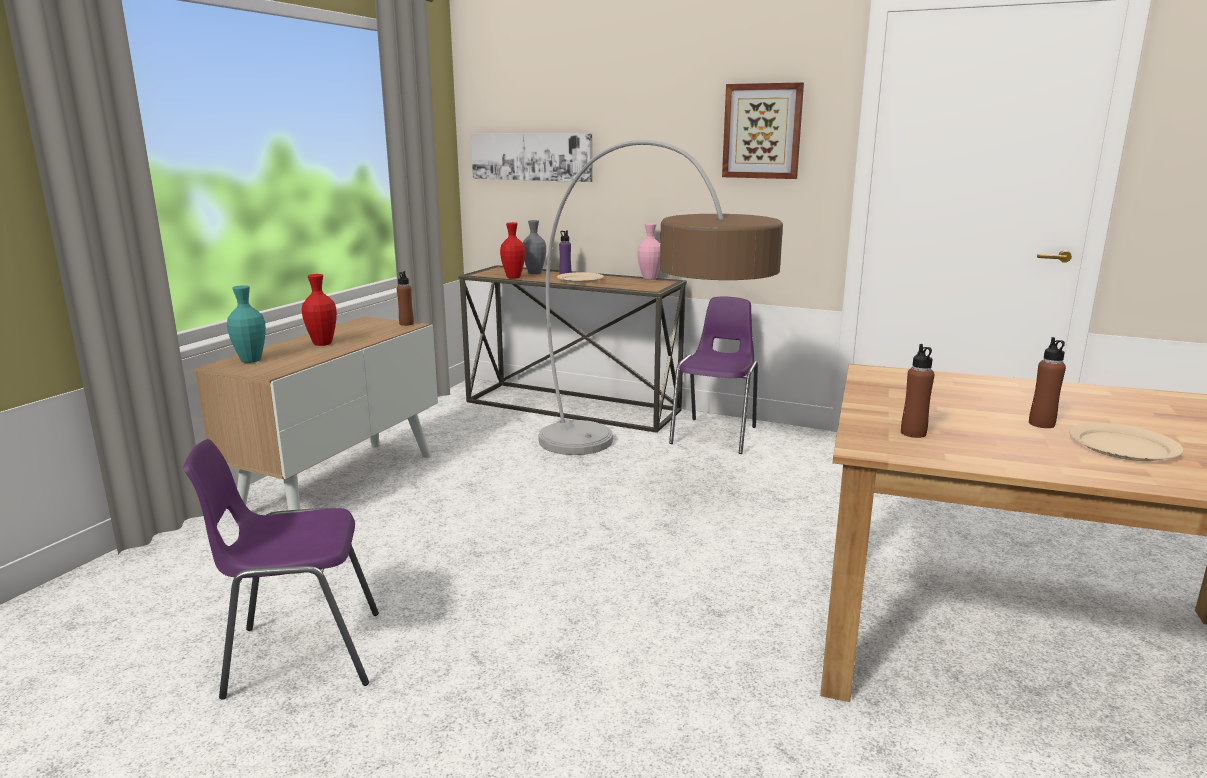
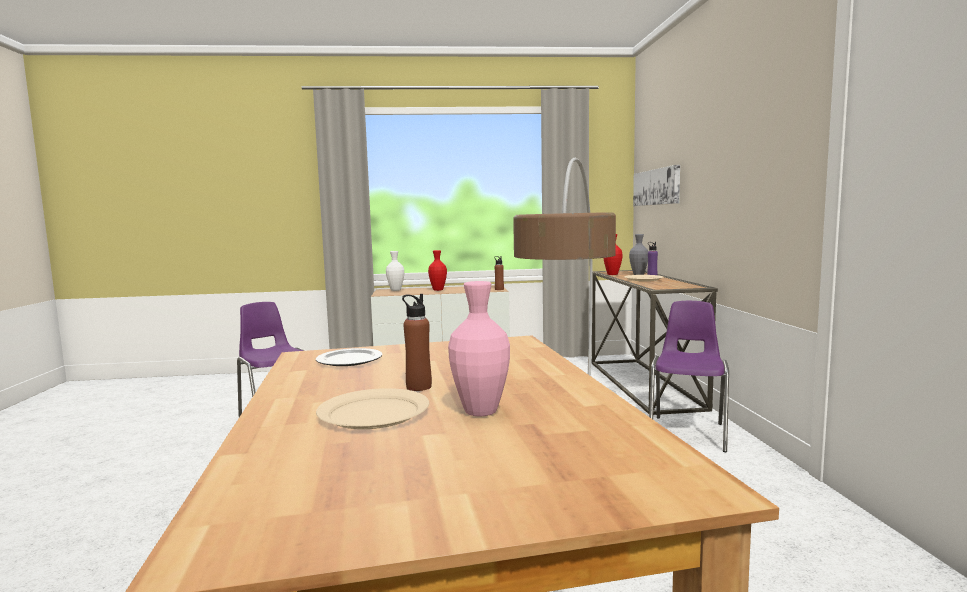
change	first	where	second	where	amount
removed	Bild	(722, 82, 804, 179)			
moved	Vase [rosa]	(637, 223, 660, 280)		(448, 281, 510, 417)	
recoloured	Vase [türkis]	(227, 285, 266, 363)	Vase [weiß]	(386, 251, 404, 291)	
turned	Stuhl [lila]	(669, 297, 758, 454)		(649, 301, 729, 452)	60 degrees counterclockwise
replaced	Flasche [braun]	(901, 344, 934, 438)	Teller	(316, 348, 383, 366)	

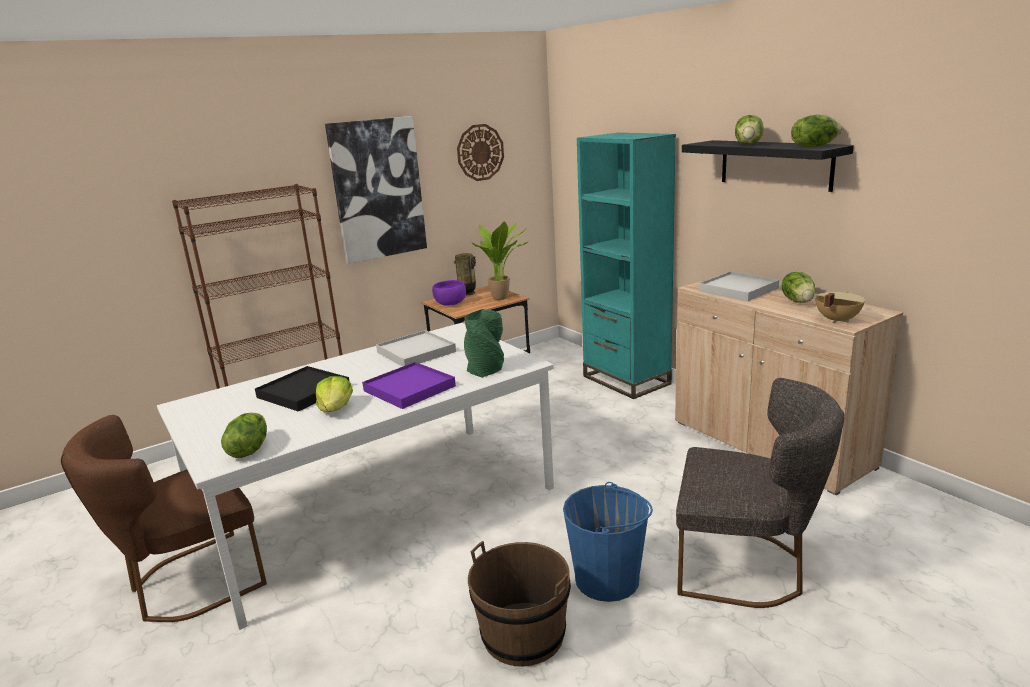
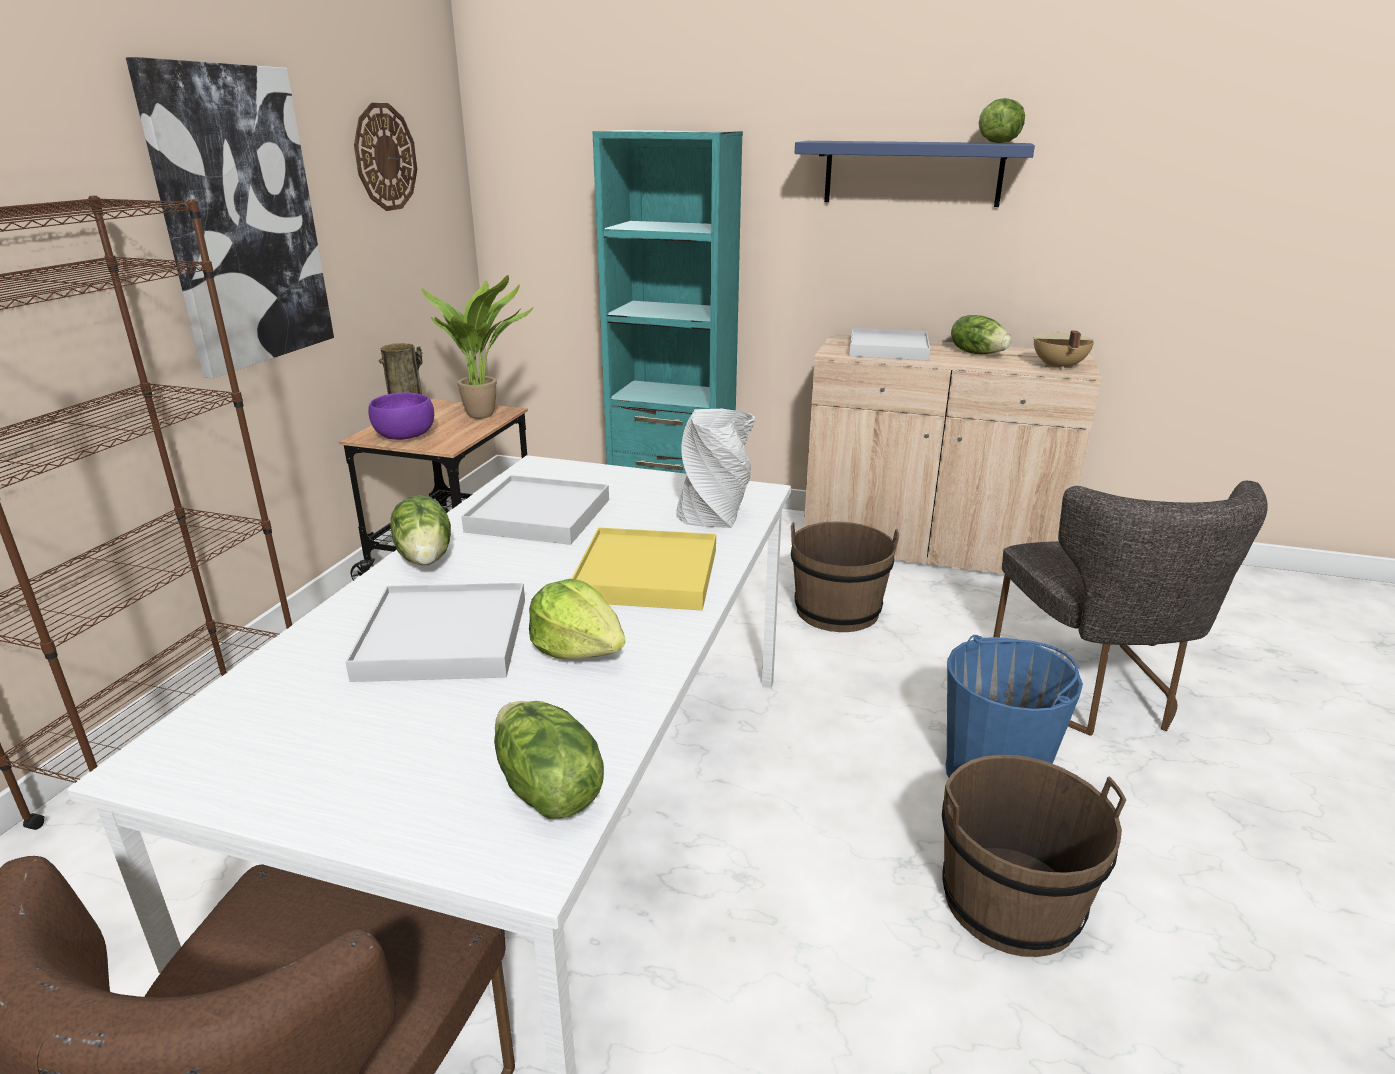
change	first	where	second	where	amount
moved	Salatkopf	(735, 115, 764, 145)		(391, 495, 451, 565)	
recoloured	Wandregal [schwarz]	(682, 140, 854, 192)	Wandregal [blau]	(795, 141, 1035, 207)	
recoloured	Vase [grün]	(464, 309, 504, 378)	Vase [grau]	(676, 409, 755, 528)	
recoloured	Tablett [lila]	(362, 362, 456, 409)	Tablett [gelb]	(572, 528, 716, 610)	
recoloured	Tablett [schwarz]	(255, 366, 350, 412)	Tablett [weiß]	(345, 583, 525, 682)	
turned	Stuhl [grau]	(676, 378, 844, 608)		(993, 481, 1268, 736)	105 degrees clockwise
added			Eimer [braun]	(791, 522, 899, 632)	

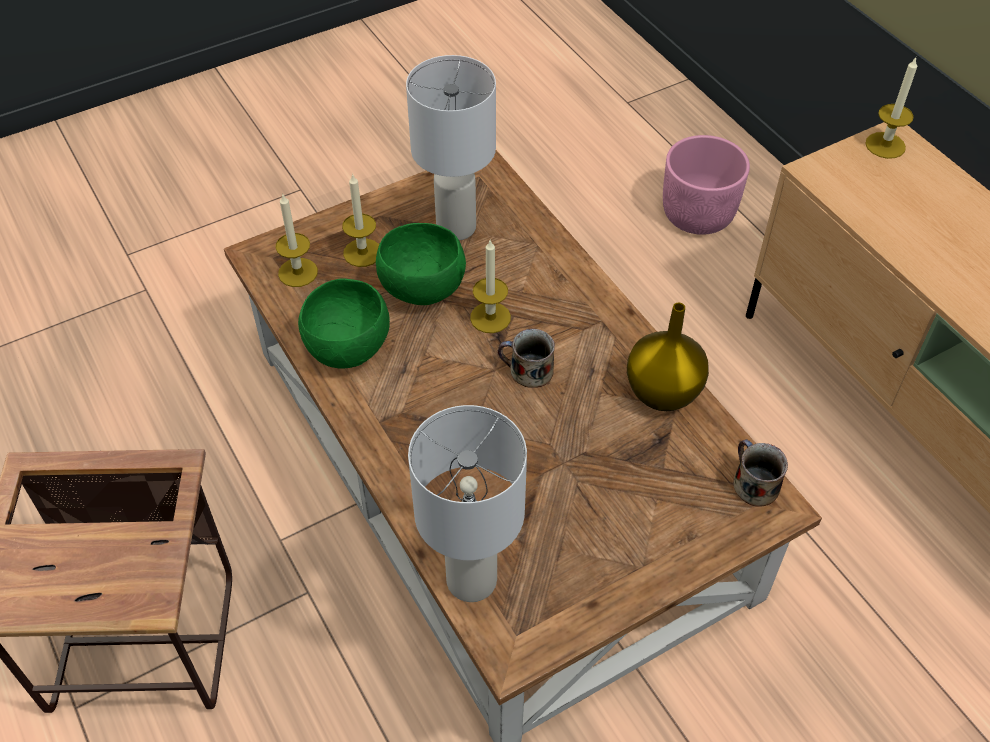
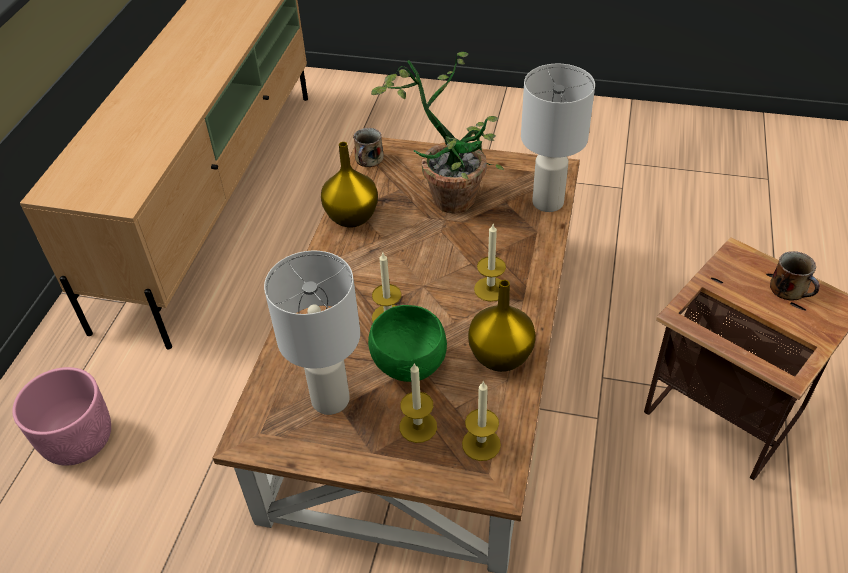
change	first	where	second	where	amount
moved	Kerze	(865, 57, 917, 159)		(474, 224, 506, 302)	
replaced	Schüssel [grün]	(298, 278, 390, 369)	Vase [gelb]	(468, 280, 536, 372)	
moved	Henkelbecher	(498, 328, 555, 388)		(770, 251, 820, 301)	
added			Topfpflanze	(371, 52, 504, 214)	

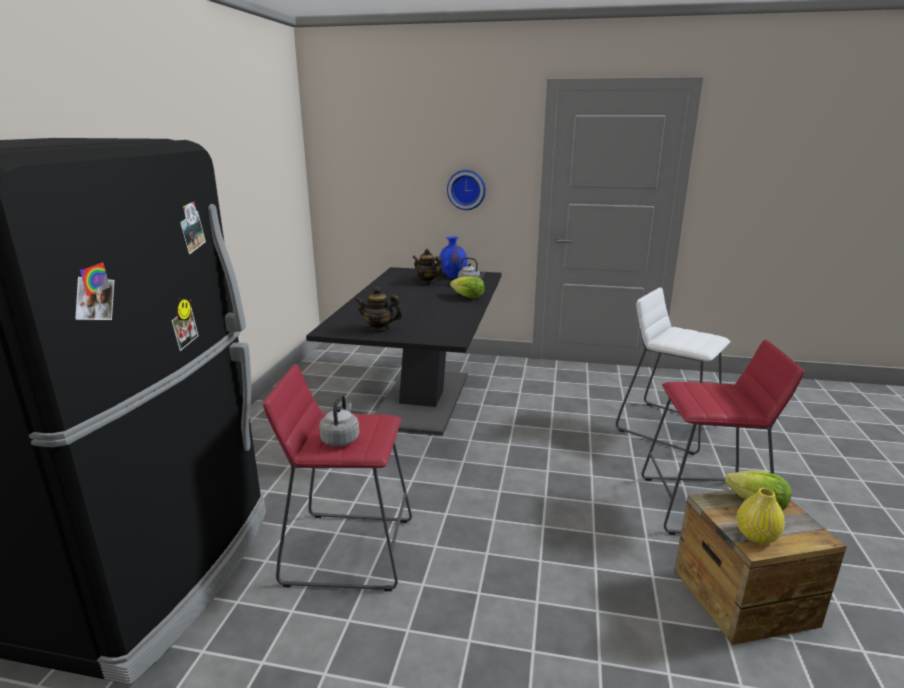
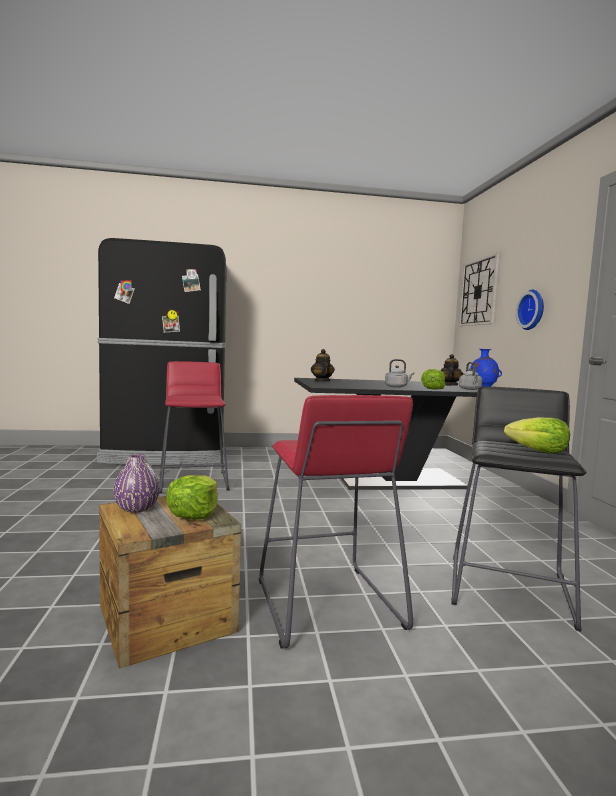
change	first	where	second	where	amount
recoloured	Hocker [weiß]	(616, 287, 731, 455)	Hocker [schwarz]	(451, 387, 586, 632)	
moved	Wasserkessel [grau]	(319, 394, 359, 446)		(385, 359, 414, 388)	
recoloured	Vase [gelb]	(737, 488, 785, 544)	Vase [lila]	(113, 454, 160, 513)	
added			Wanduhr	(459, 253, 500, 326)	
added			Salatkopf	(504, 417, 570, 454)	

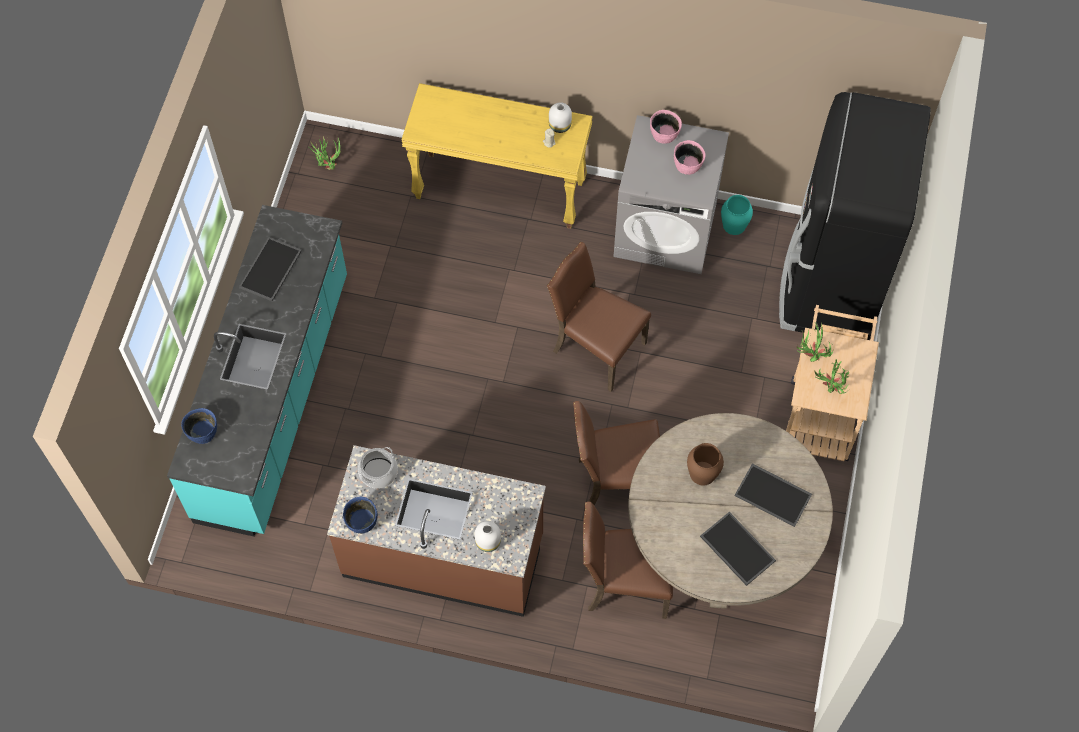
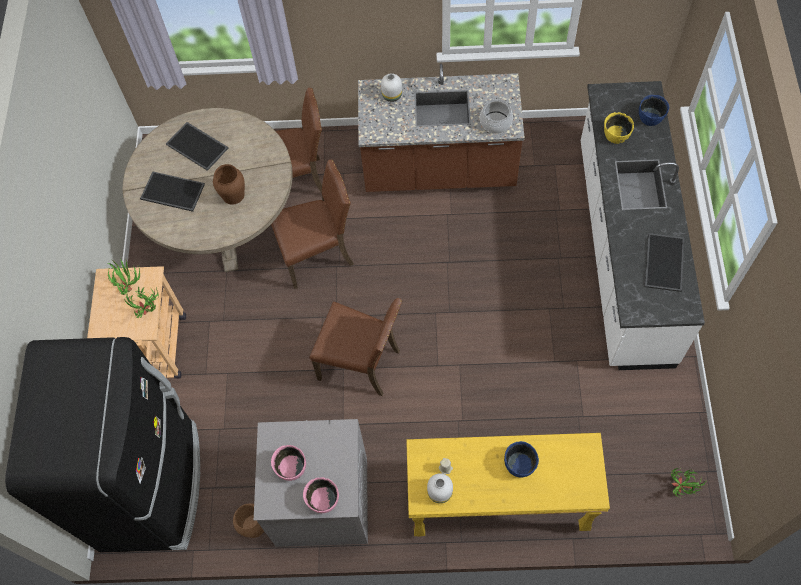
change	first	where	second	where	amount
recoloured	Vase [türkis]	(721, 195, 753, 235)	Vase [braun]	(233, 503, 264, 538)	
recoloured	Küchenzeile [türkis]	(167, 205, 347, 536)	Küchenzeile [weiß]	(581, 81, 705, 370)	
moved	Schüssel [blau]	(343, 497, 378, 534)		(504, 441, 539, 478)	
added			Schüssel [gelb]	(604, 112, 634, 144)	

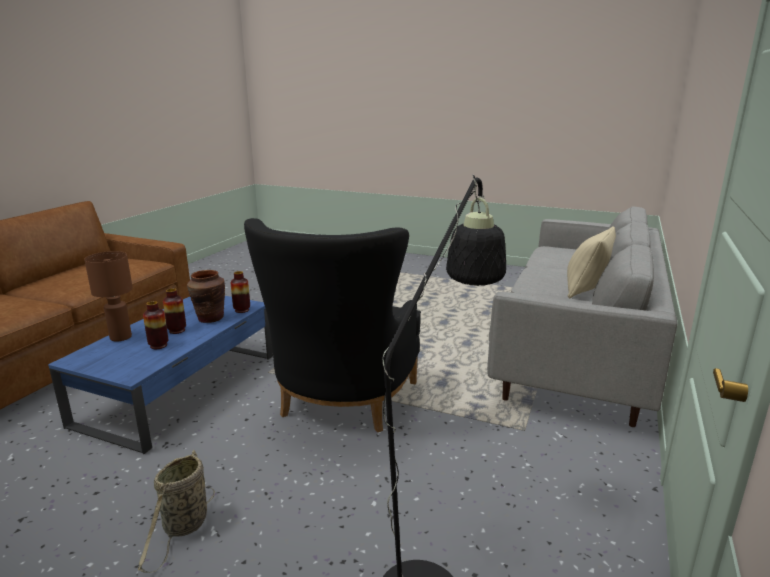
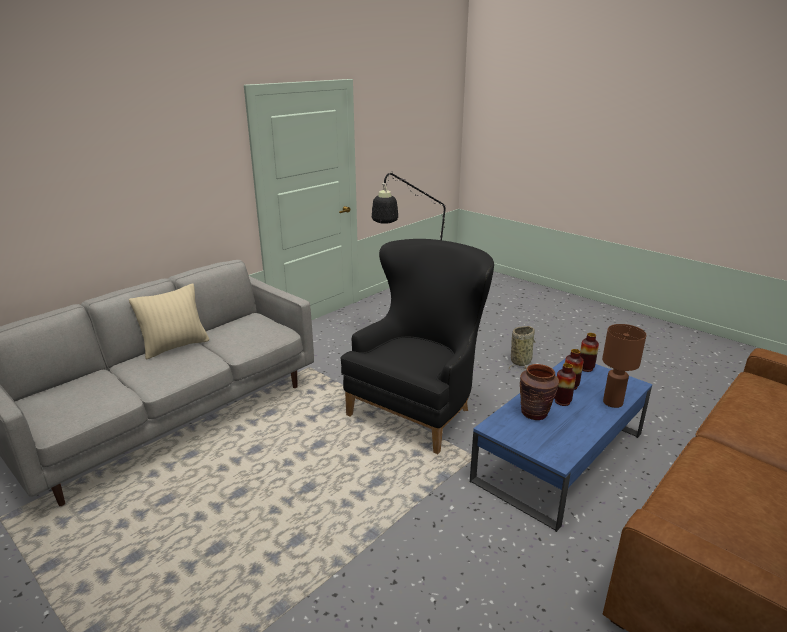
change	first	where	second	where	amount
moved	Vase	(231, 271, 250, 313)		(580, 333, 599, 372)	

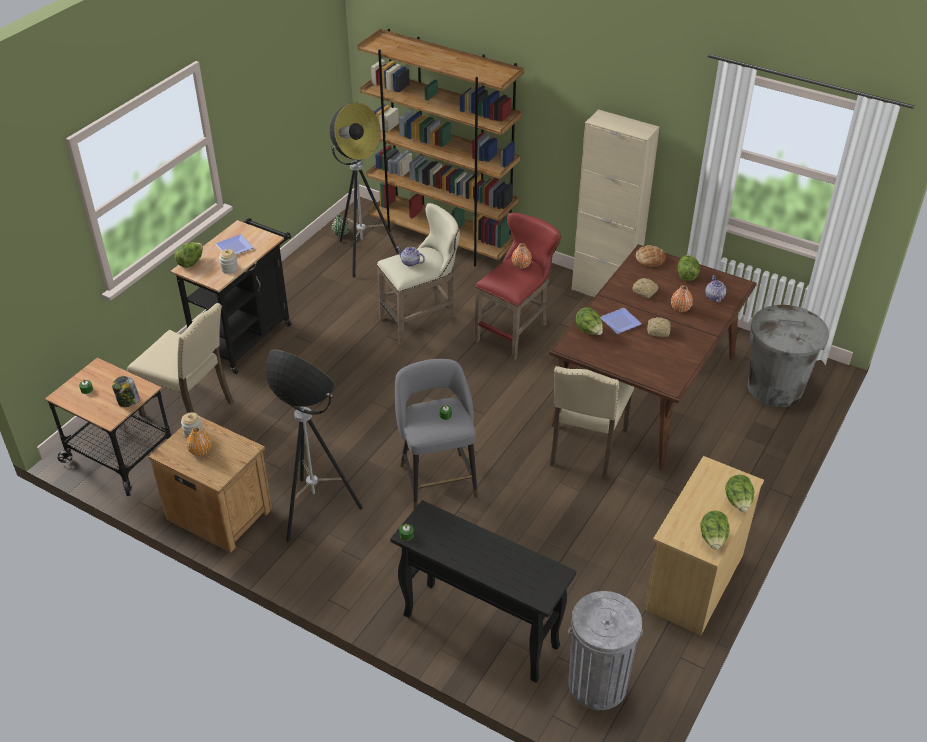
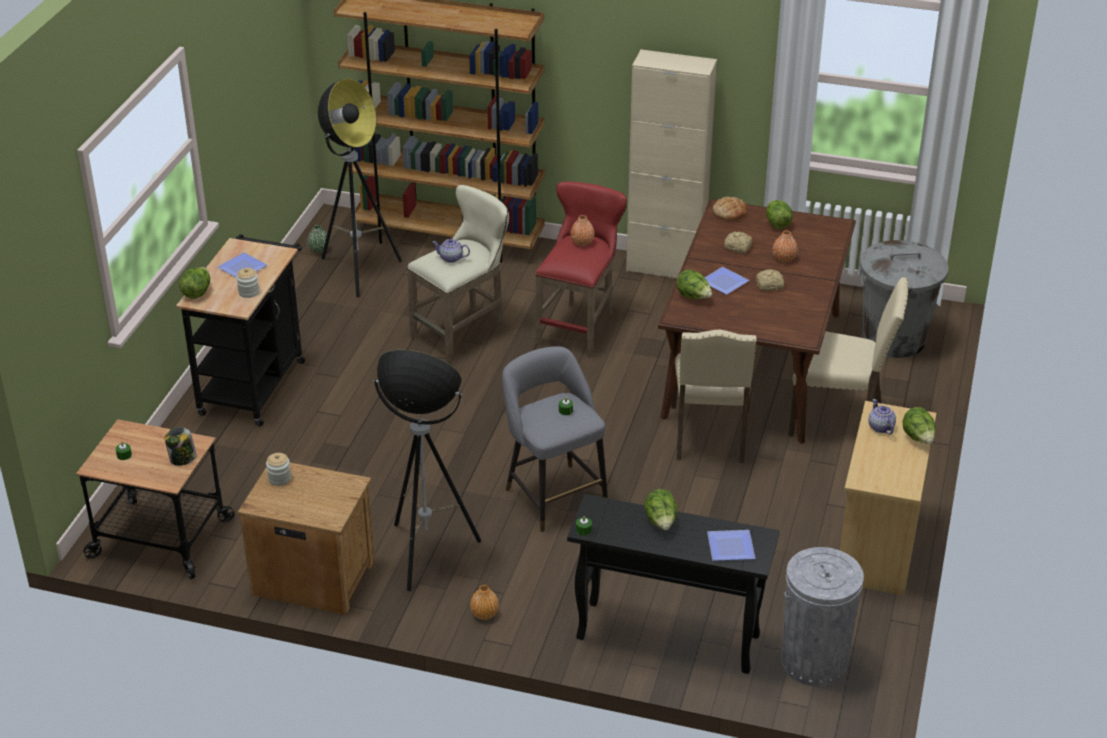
change	first	where	second	where	amount
moved	Teekanne	(705, 275, 726, 303)		(868, 399, 896, 434)	
moved	Stuhl [beige]	(127, 303, 233, 417)		(789, 277, 909, 437)	
moved	Vase [orange]	(187, 427, 211, 456)		(470, 585, 499, 620)	
moved	Salatkopf	(700, 510, 730, 550)		(644, 489, 677, 530)	
added			Teller	(707, 530, 756, 561)	

